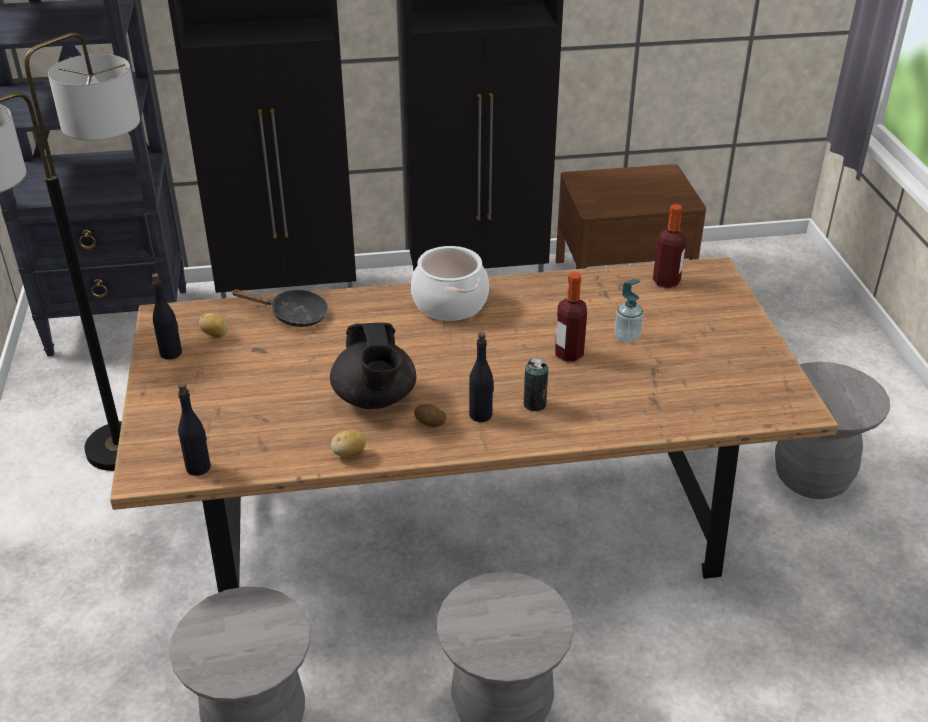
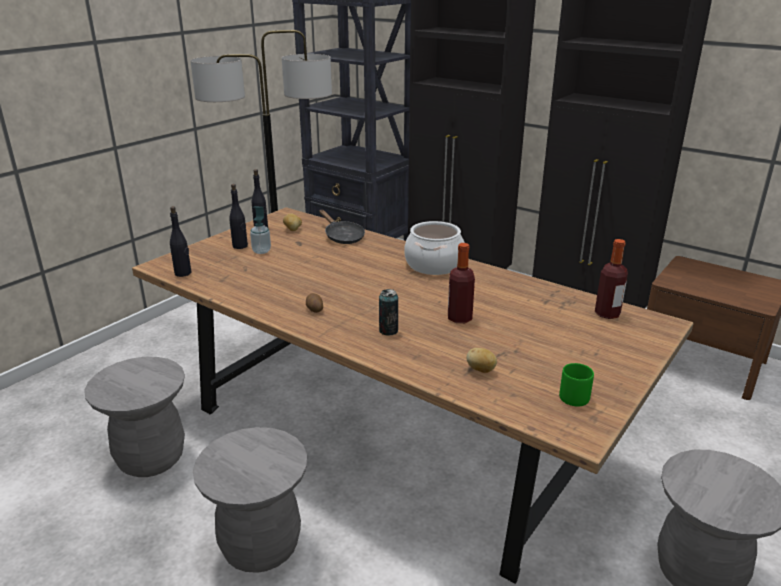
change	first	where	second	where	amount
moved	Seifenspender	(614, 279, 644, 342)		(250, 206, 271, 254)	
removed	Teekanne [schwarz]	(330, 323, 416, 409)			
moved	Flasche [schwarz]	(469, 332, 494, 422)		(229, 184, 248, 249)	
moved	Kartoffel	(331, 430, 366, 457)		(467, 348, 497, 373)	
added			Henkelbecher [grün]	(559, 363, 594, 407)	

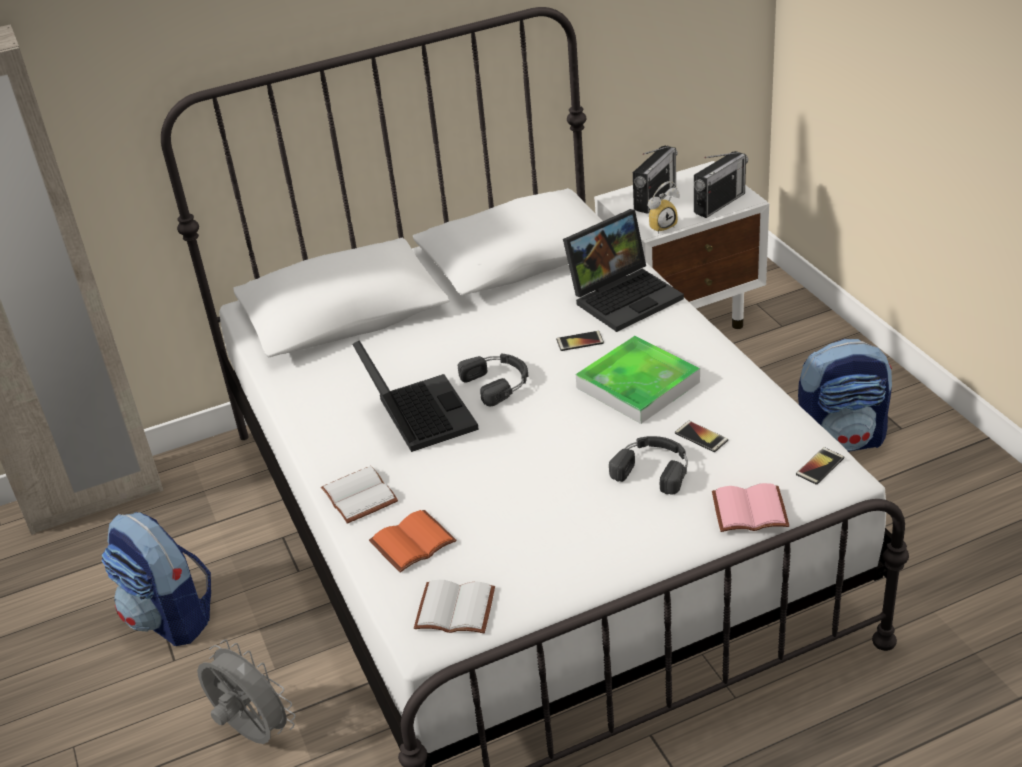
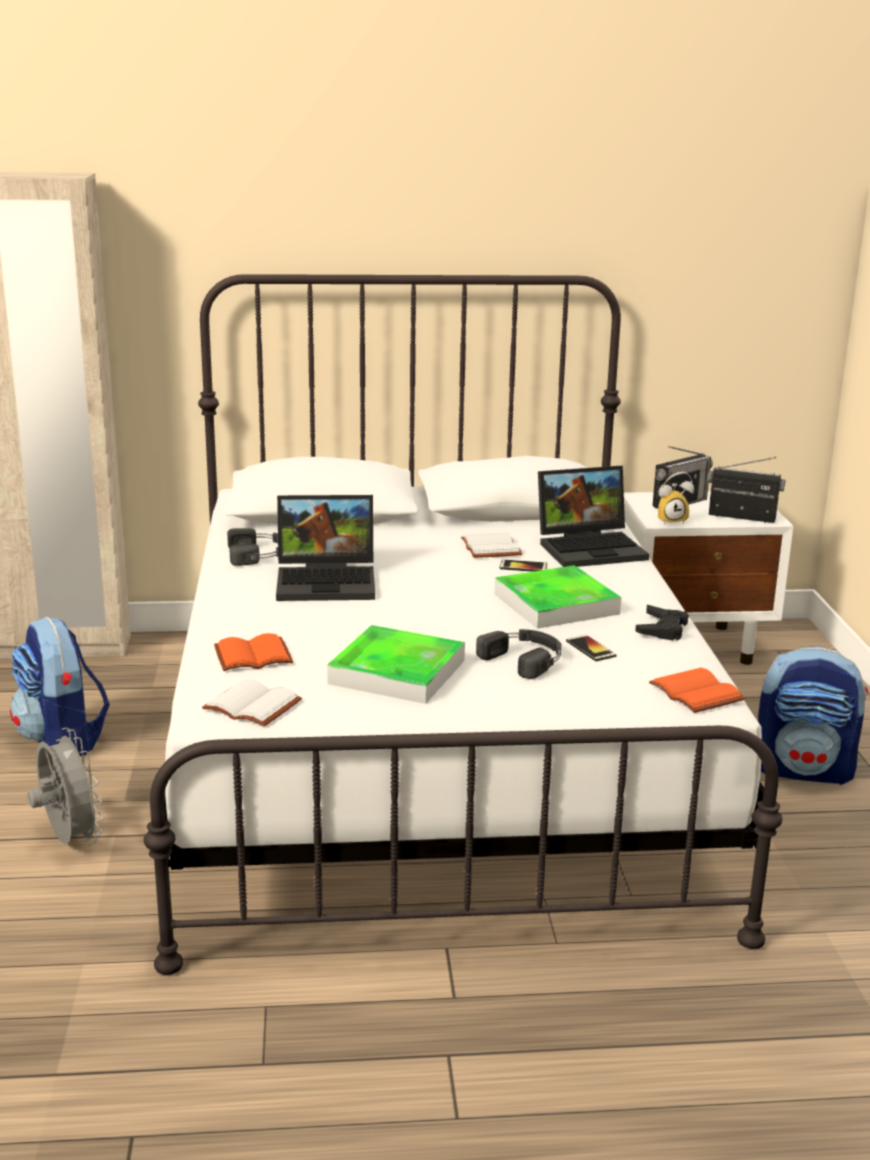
change	first	where	second	where	amount
turned	Radio	(694, 151, 748, 218)		(707, 457, 785, 523)	135 degrees counterclockwise
turned	Laptop	(352, 340, 479, 452)		(276, 495, 375, 601)	90 degrees clockwise
moved	Kopfhörer [schwarz]	(458, 354, 528, 406)		(227, 528, 278, 566)	
replaced	Handy	(796, 447, 844, 485)	Buch [orange]	(649, 668, 745, 713)	
moved	Buch [weiß]	(321, 466, 398, 524)		(461, 532, 522, 558)	
removed	Buch [rosa]	(712, 483, 789, 532)			
added			Gamepad [schwarz]	(635, 605, 689, 640)	
added			Tablett	(327, 625, 465, 704)	

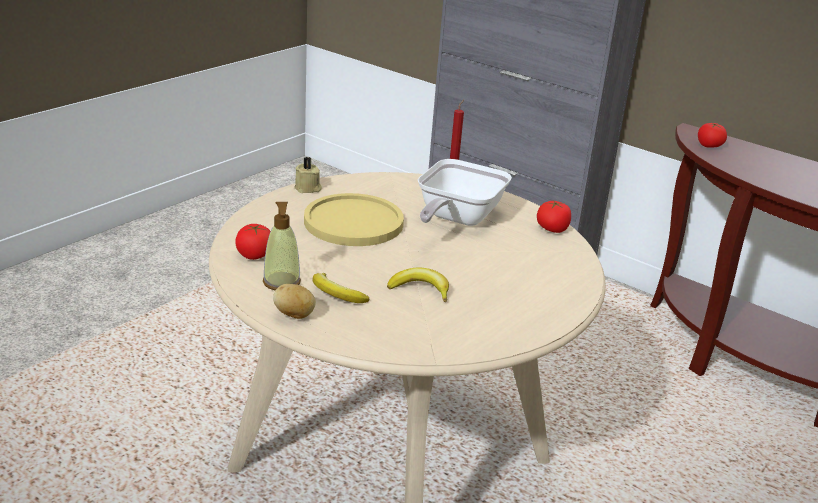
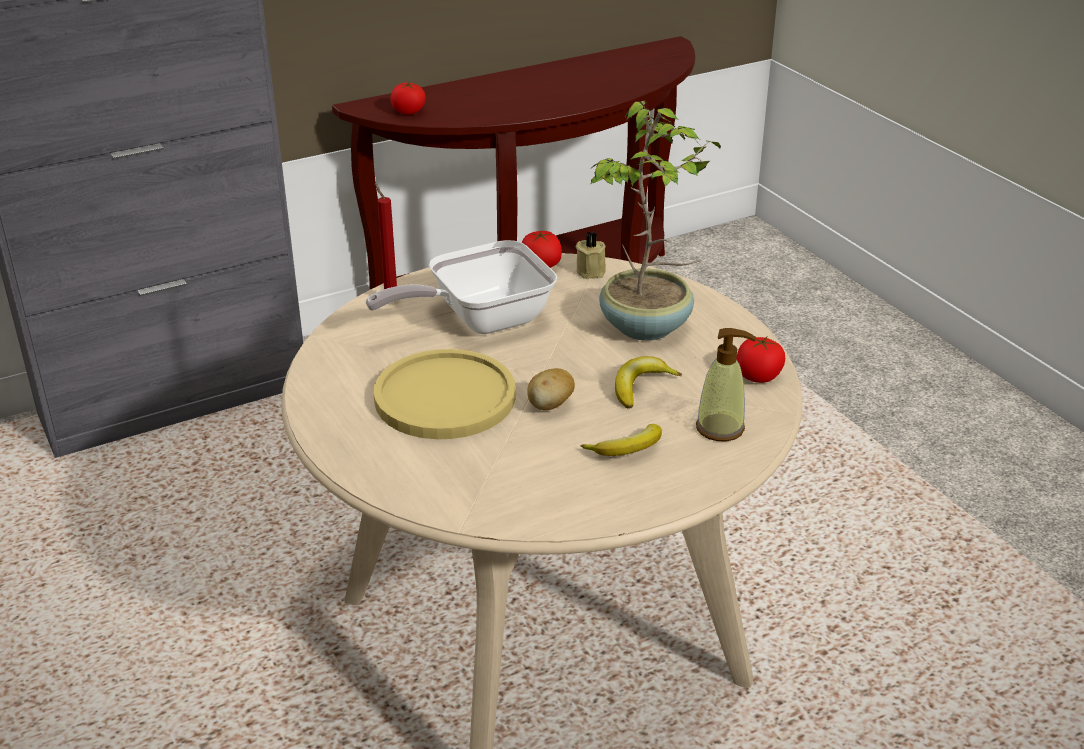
change	first	where	second	where	amount
moved	Kerze [beige]	(294, 157, 322, 193)		(576, 231, 606, 279)	
turned	Pfanne	(418, 159, 512, 226)		(366, 240, 557, 334)	105 degrees clockwise
moved	Seifenspender	(263, 202, 301, 290)		(696, 328, 756, 441)	
moved	Tomate	(235, 224, 271, 260)		(736, 337, 785, 383)	
moved	Kartoffel	(273, 284, 316, 319)		(527, 368, 575, 410)	
added			Topfpflanze	(590, 101, 721, 340)	

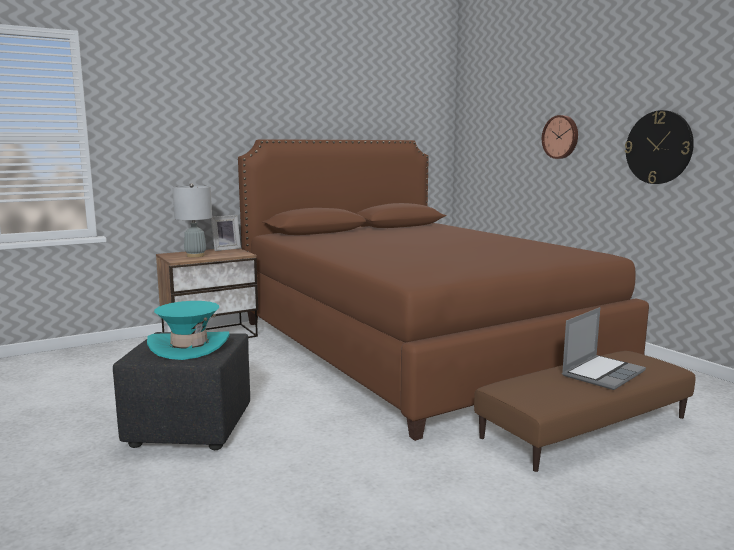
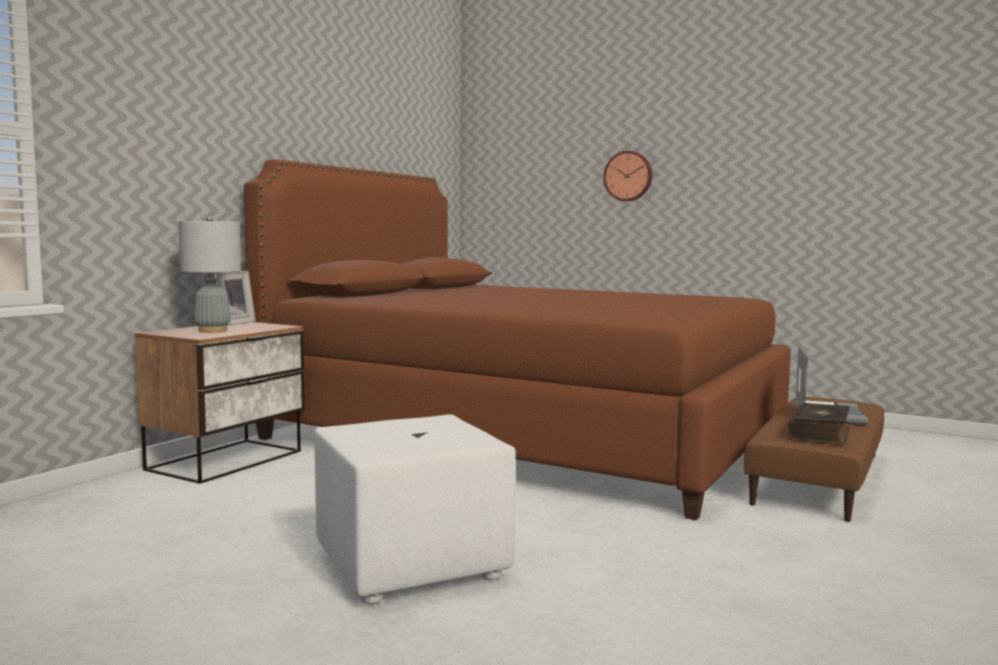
change	first	where	second	where	amount
removed	Wanduhr	(625, 110, 694, 184)			
removed	Hut [türkis]	(147, 301, 230, 360)			
recoloured	Polsterhocker [schwarz]	(113, 332, 250, 450)	Polsterhocker [weiß]	(314, 414, 516, 605)	
added			Buch	(788, 403, 850, 445)	

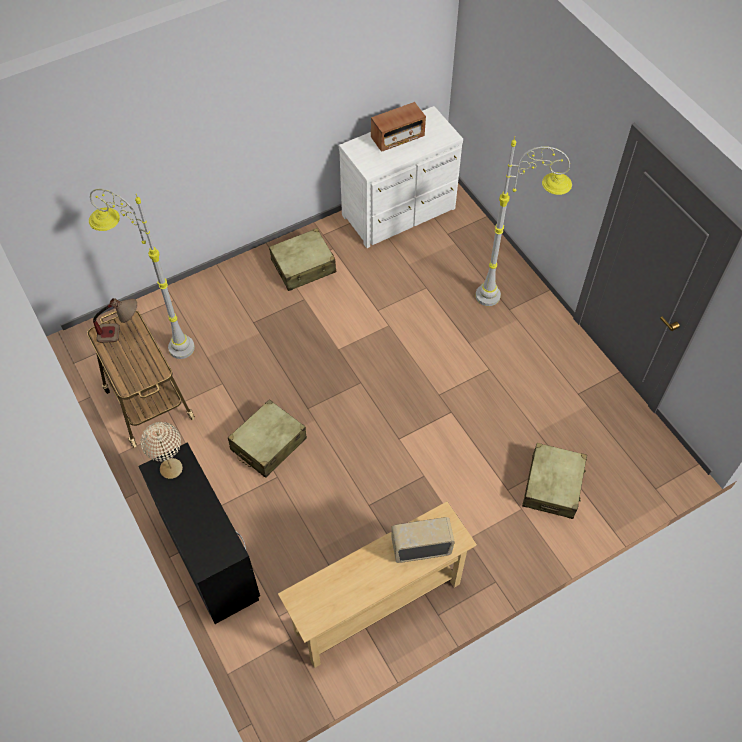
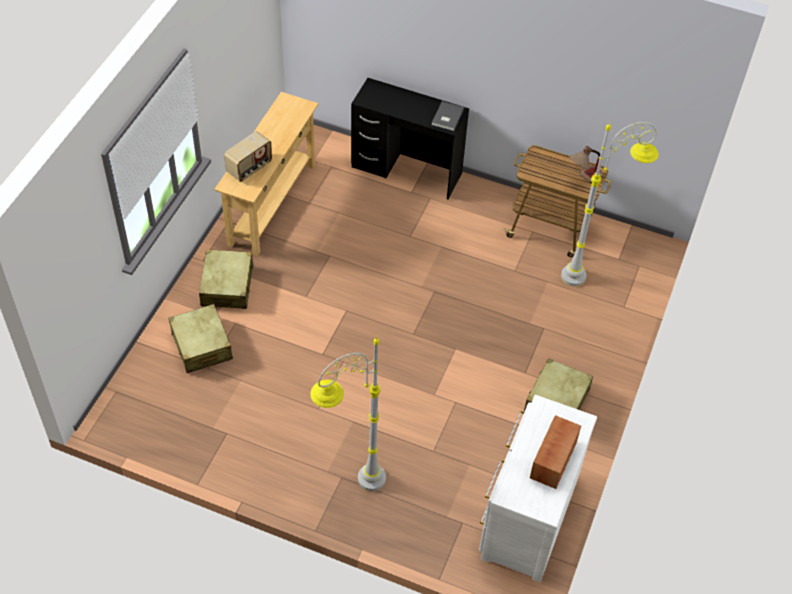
change	first	where	second	where	amount
moved	Koffer [beige]	(228, 399, 307, 478)		(199, 249, 253, 309)	
replaced	Tischlampe [beige]	(140, 422, 183, 479)	Buch [grau]	(432, 101, 465, 131)	

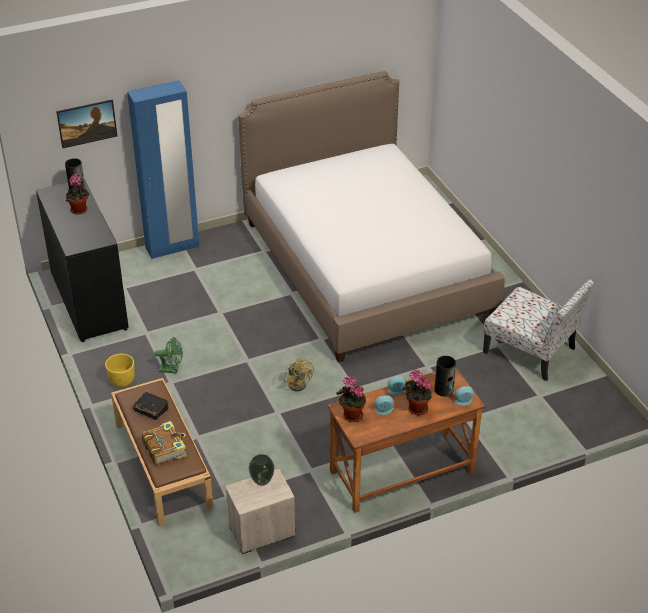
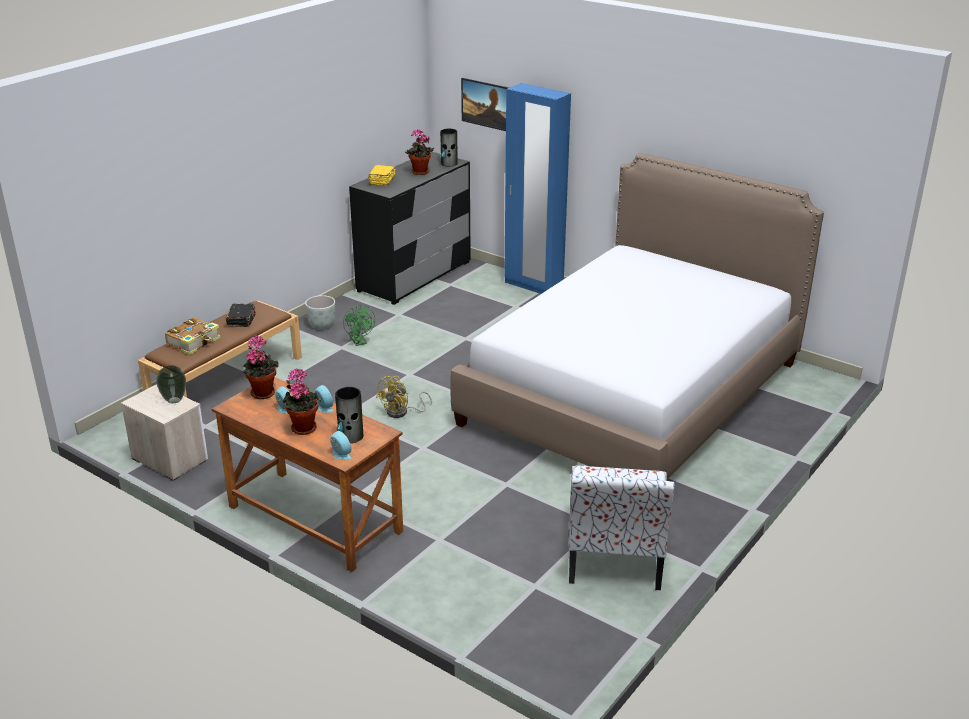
change	first	where	second	where	amount
recoloured	Pflanzkübel [gelb]	(105, 354, 135, 387)	Pflanzkübel [grau]	(305, 295, 335, 329)	
added			Buch [gelb]	(368, 165, 396, 186)	

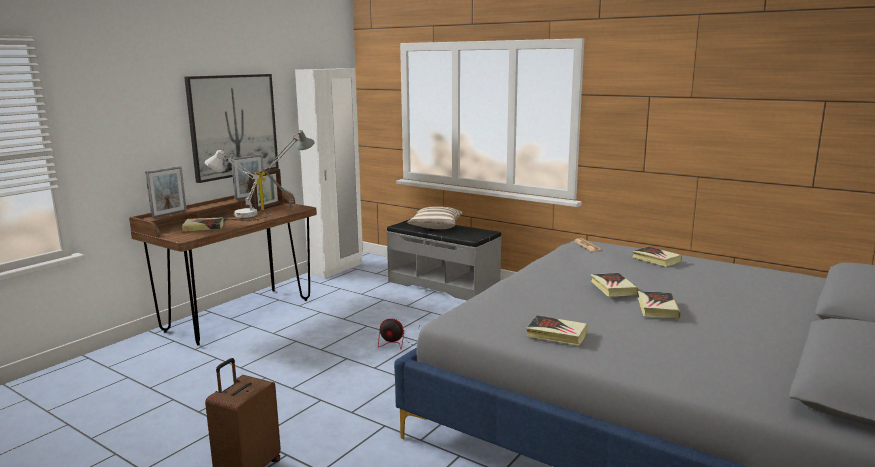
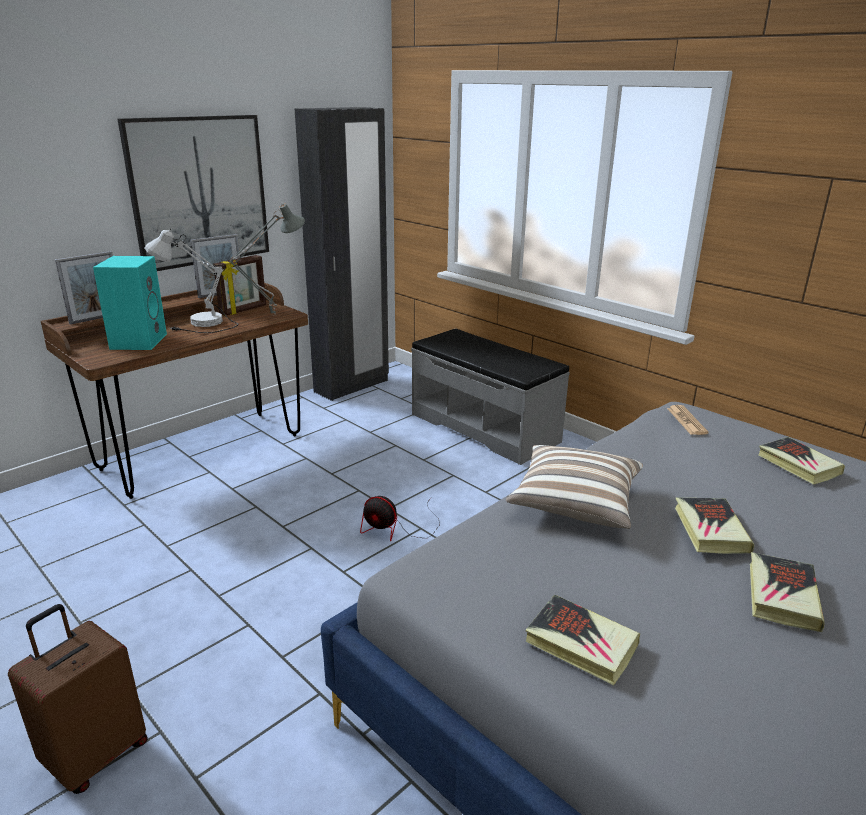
change	first	where	second	where	amount
recoloured	Kleiderschrank [weiß]	(295, 69, 363, 279)	Kleiderschrank [schwarz]	(295, 107, 389, 401)	
moved	Kissen	(407, 206, 462, 229)		(506, 445, 643, 529)	
replaced	Buch	(182, 217, 224, 231)	Lautsprecher [türkis]	(93, 256, 167, 350)	

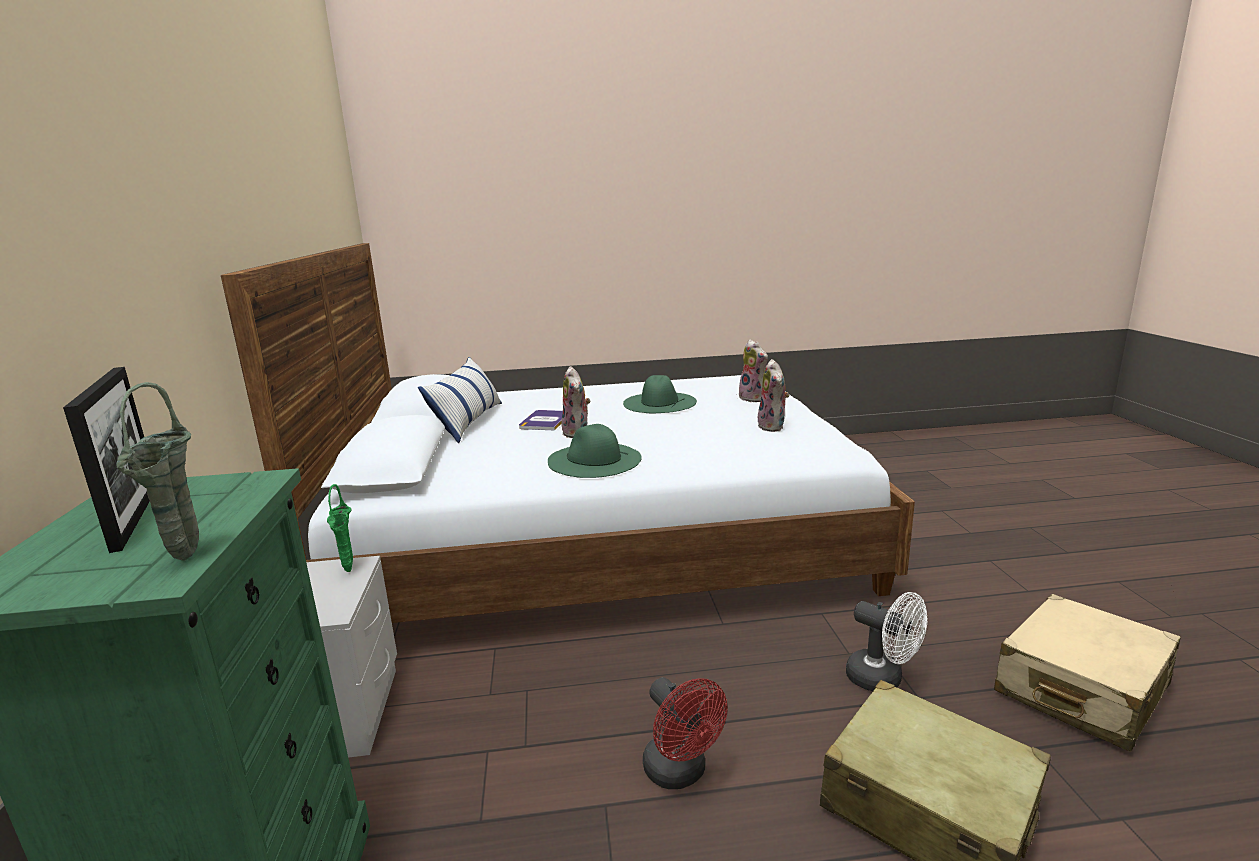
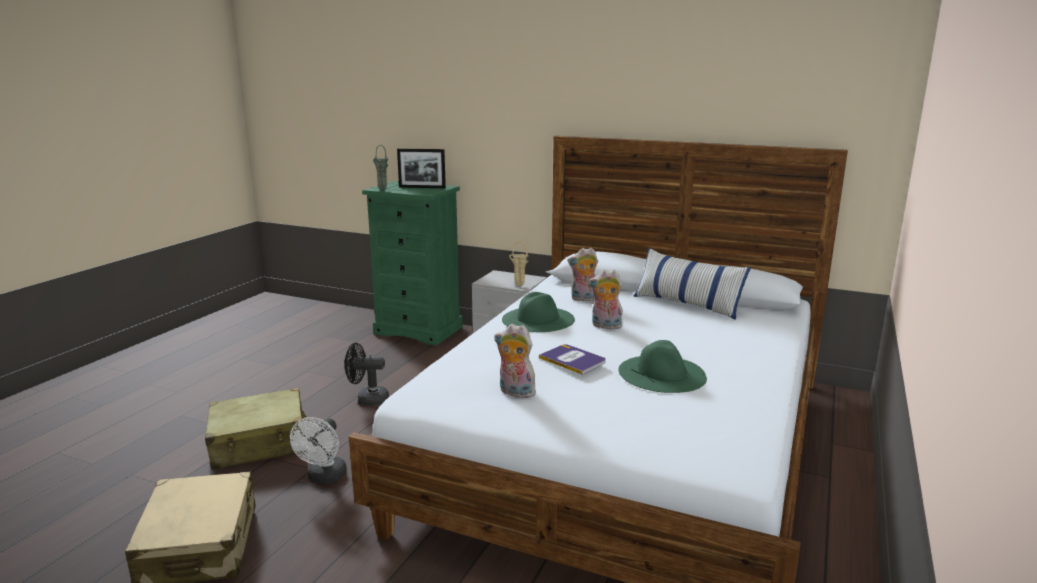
change	first	where	second	where	amount
moved	Plüschtier	(739, 339, 768, 402)		(568, 248, 598, 301)	
moved	Buch	(519, 410, 563, 431)		(539, 344, 606, 375)	
recoloured	Vase [grün]	(327, 484, 353, 572)	Vase [beige]	(509, 241, 528, 286)	
turned	Ventilator [weiß]	(846, 592, 928, 691)		(290, 417, 347, 484)	60 degrees counterclockwise
recoloured	Ventilator [rot]	(643, 677, 728, 789)	Ventilator [schwarz]	(345, 343, 389, 406)	

